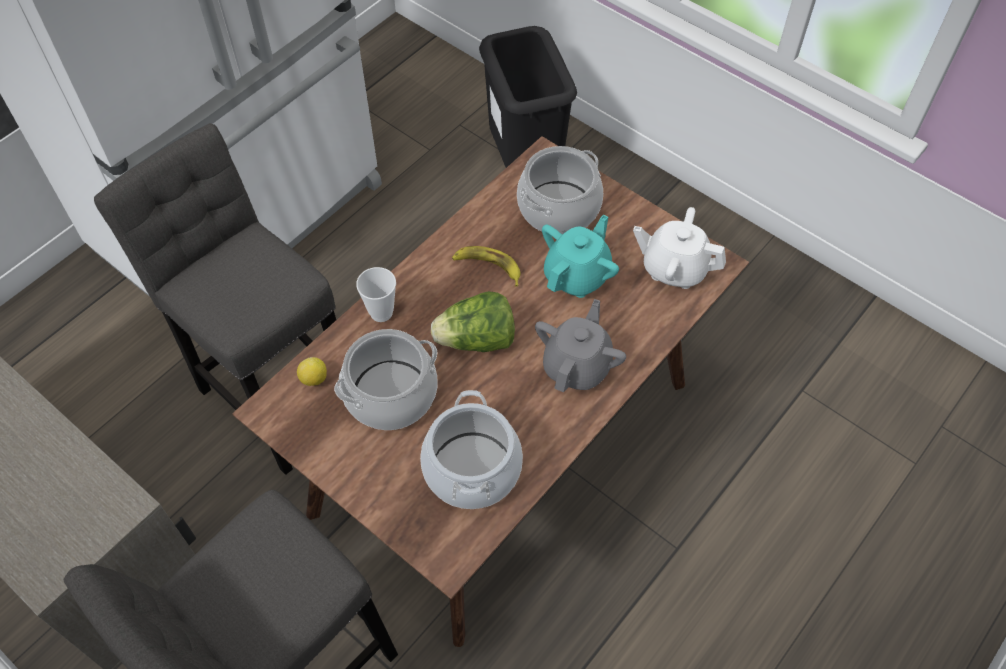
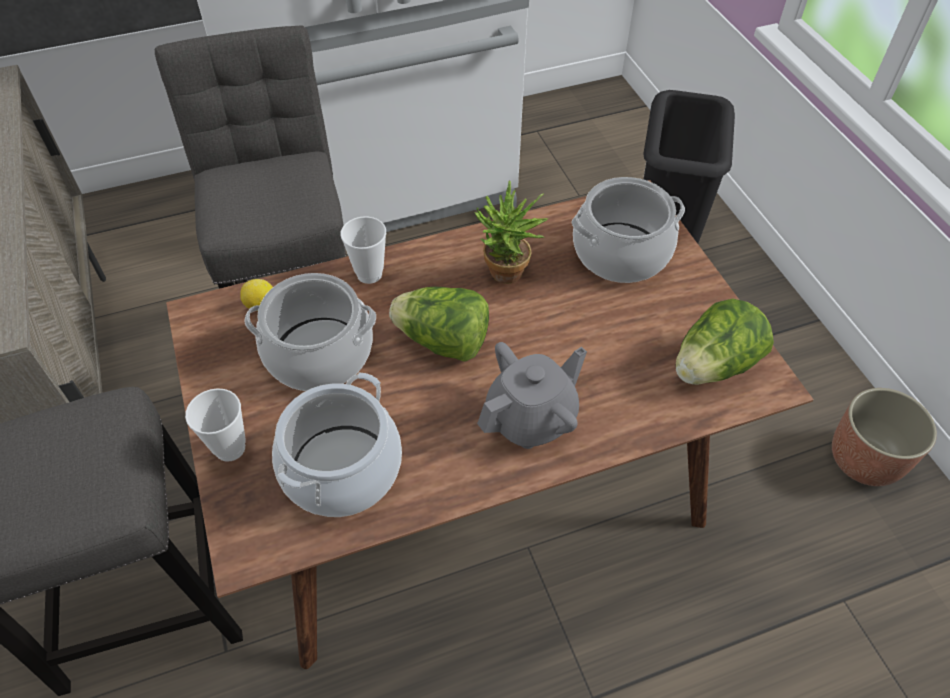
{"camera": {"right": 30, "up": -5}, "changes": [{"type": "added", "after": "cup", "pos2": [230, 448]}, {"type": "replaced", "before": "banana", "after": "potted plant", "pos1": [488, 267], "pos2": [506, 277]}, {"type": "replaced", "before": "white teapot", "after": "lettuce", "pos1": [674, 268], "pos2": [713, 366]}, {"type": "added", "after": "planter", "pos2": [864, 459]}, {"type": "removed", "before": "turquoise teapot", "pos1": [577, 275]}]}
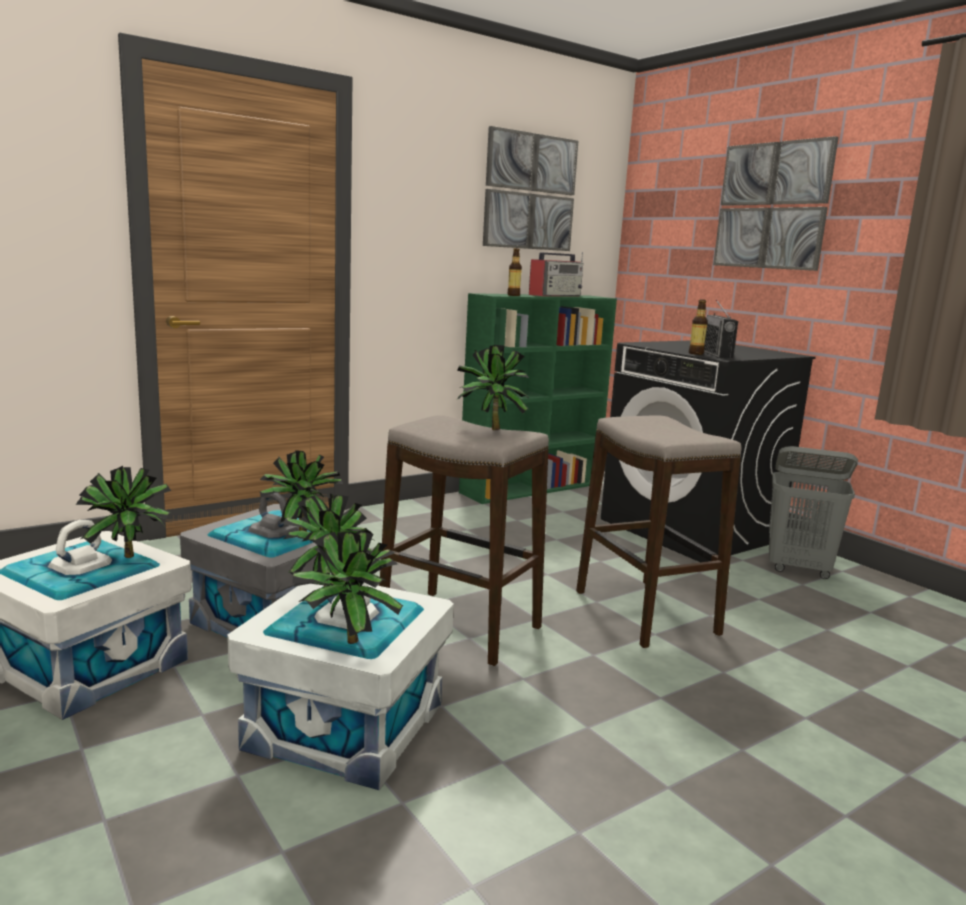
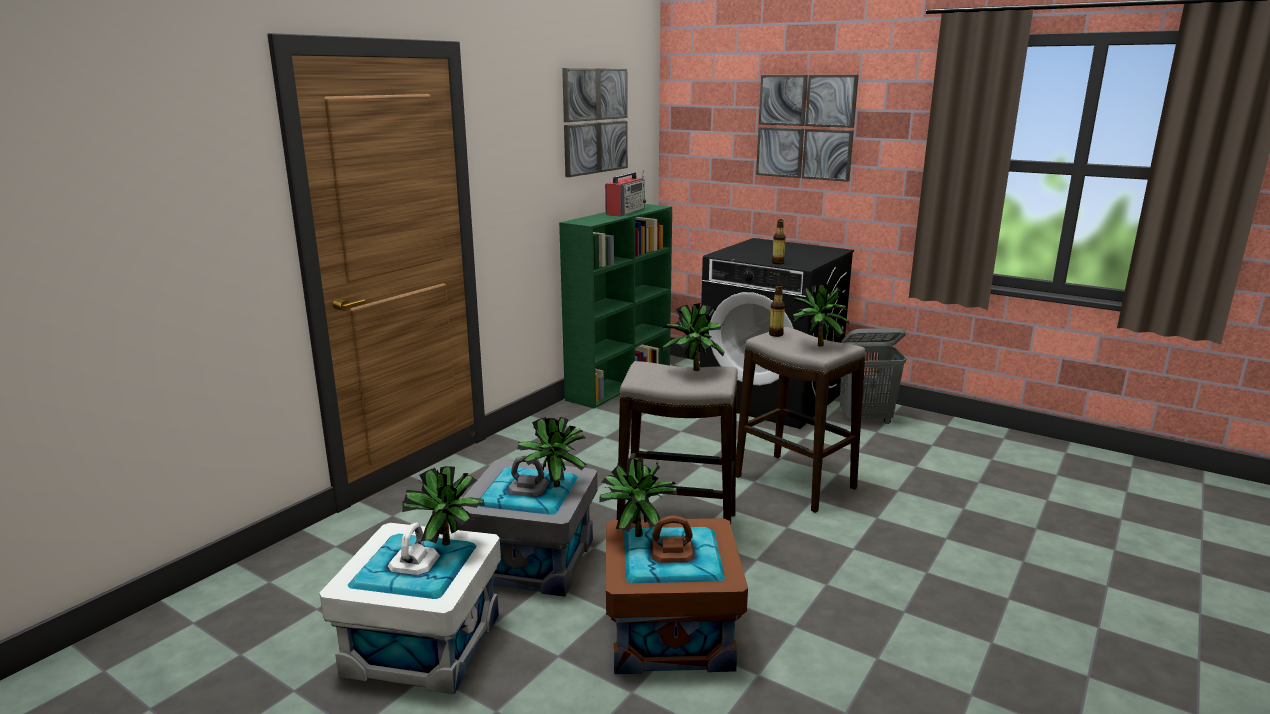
{"camera": {"right": -20, "up": 5}, "changes": [{"type": "recoloured", "before": "white storage box", "after": "brown storage box", "pos1": [346, 725], "pos2": [671, 632]}, {"type": "moved", "before": "bottle", "pos1": [513, 295], "pos2": [776, 334]}, {"type": "moved", "before": "potted plant", "pos1": [344, 641], "pos2": [816, 346]}, {"type": "removed", "before": "radio", "pos1": [717, 355]}]}
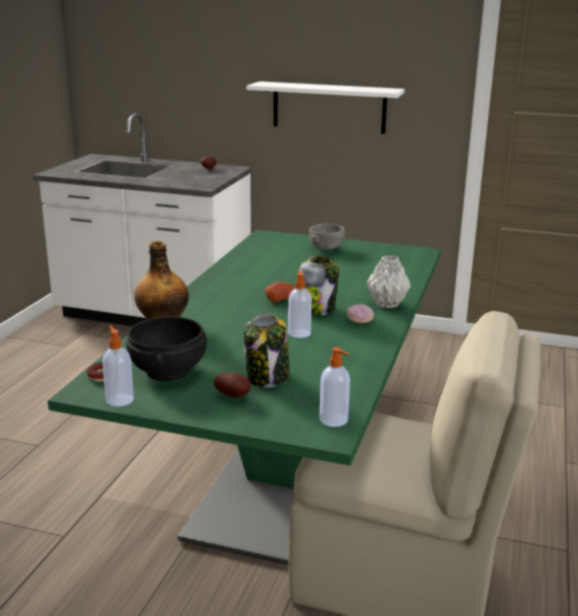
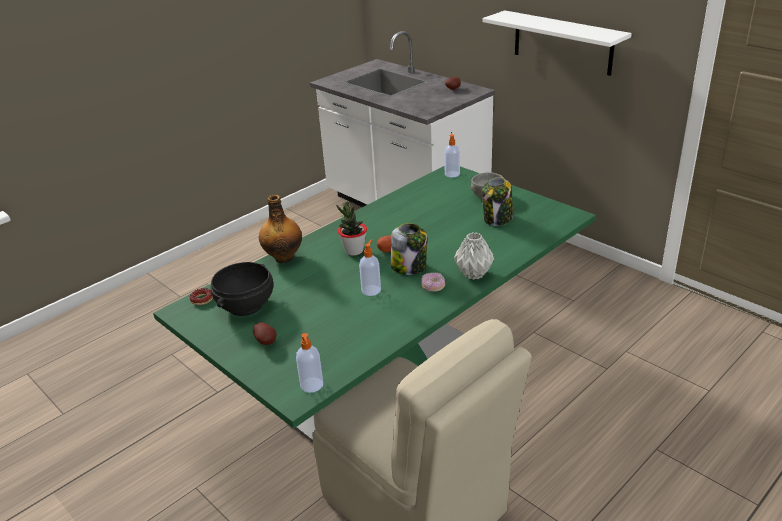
{"camera": {"right": 30, "up": 10}, "changes": [{"type": "added", "after": "potted plant", "pos2": [354, 251]}, {"type": "moved", "before": "soap dispenser", "pos1": [119, 399], "pos2": [452, 174]}, {"type": "moved", "before": "jar", "pos1": [267, 377], "pos2": [497, 219]}]}
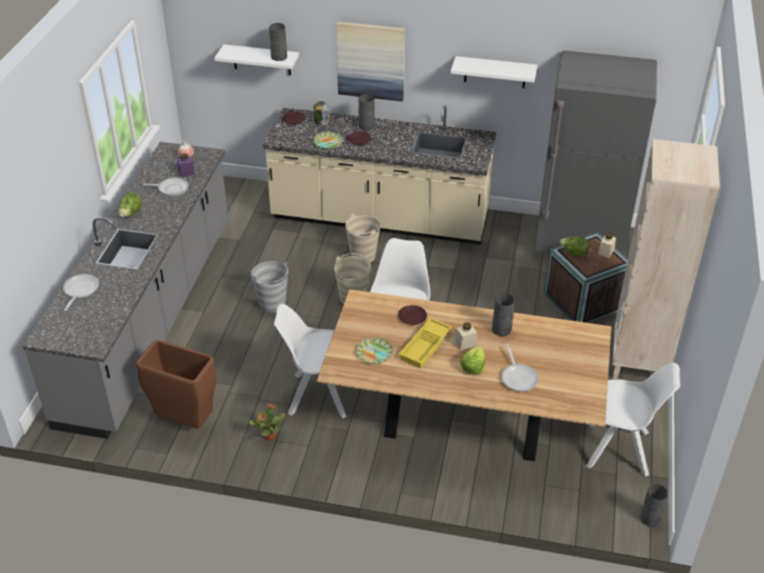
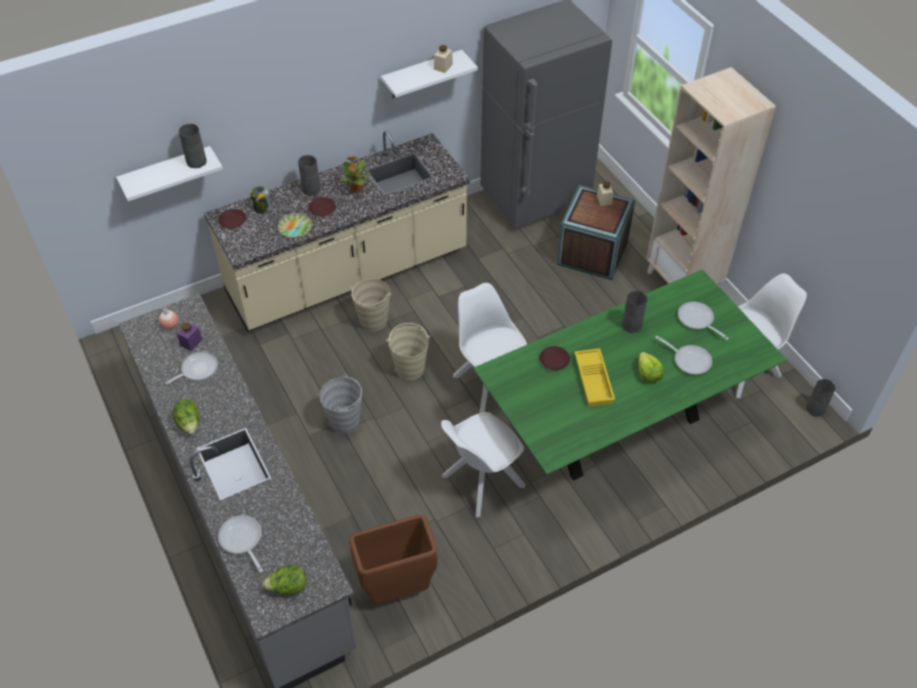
{"camera": {"right": -40, "up": 10}, "changes": [{"type": "moved", "before": "lettuce", "pos1": [573, 253], "pos2": [288, 587]}, {"type": "moved", "before": "potted plant", "pos1": [269, 436], "pos2": [356, 189]}, {"type": "moved", "before": "beige jar", "pos1": [465, 343], "pos2": [443, 66]}, {"type": "recoloured", "before": "brown dining table", "after": "green dining table", "pos1": [462, 424], "pos2": [617, 425]}, {"type": "added", "after": "frying pan", "pos2": [697, 320]}, {"type": "removed", "before": "picture", "pos1": [371, 61]}, {"type": "removed", "before": "plate", "pos1": [374, 353]}]}
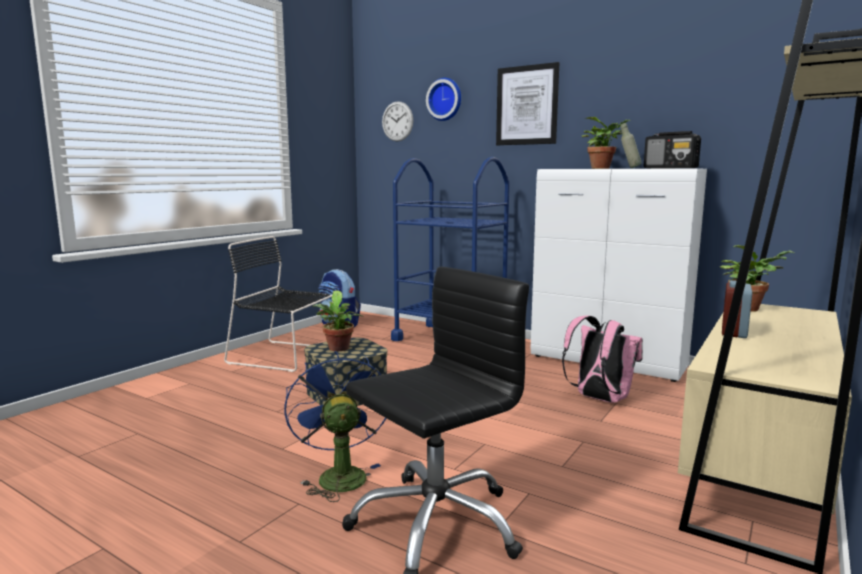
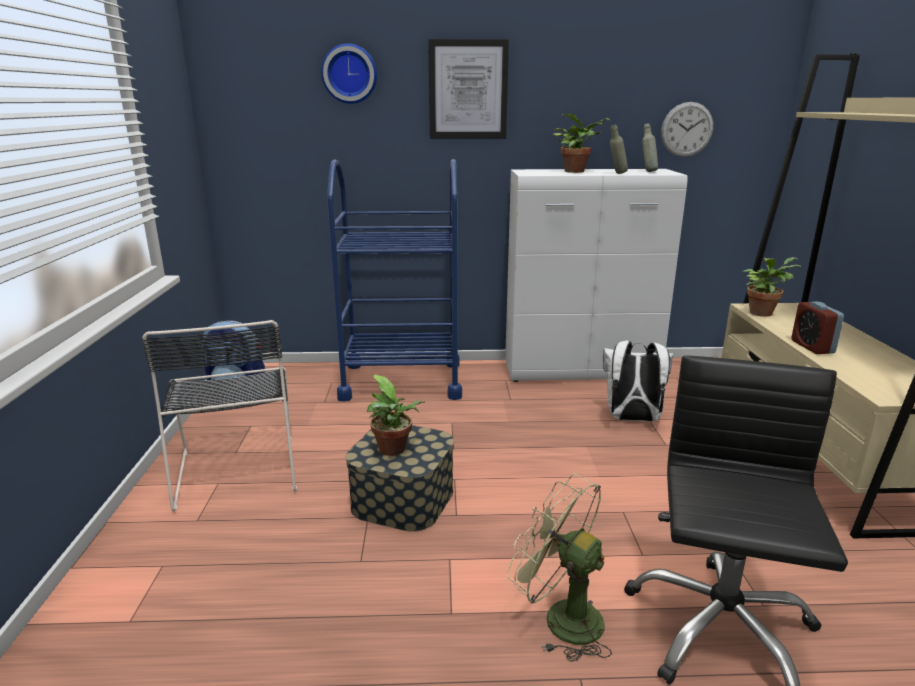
{"camera": {"right": -35, "up": 10}, "changes": [{"type": "turned", "before": "black chair", "pos1": [285, 356], "pos2": [237, 468], "turn": -90}, {"type": "recoloured", "before": "blue fan", "after": "green fan", "pos1": [339, 475], "pos2": [561, 617]}, {"type": "recoloured", "before": "pink backpack", "after": "white backpack", "pos1": [599, 399], "pos2": [632, 419]}, {"type": "replaced", "before": "radio", "after": "grey bottle", "pos1": [670, 168], "pos2": [647, 171]}, {"type": "moved", "before": "wall clock", "pos1": [397, 121], "pos2": [687, 129]}]}
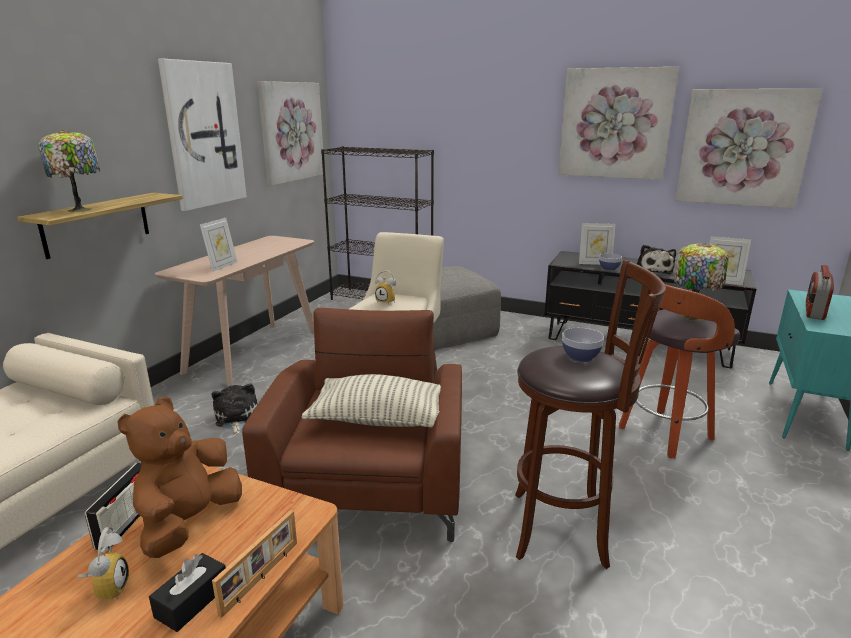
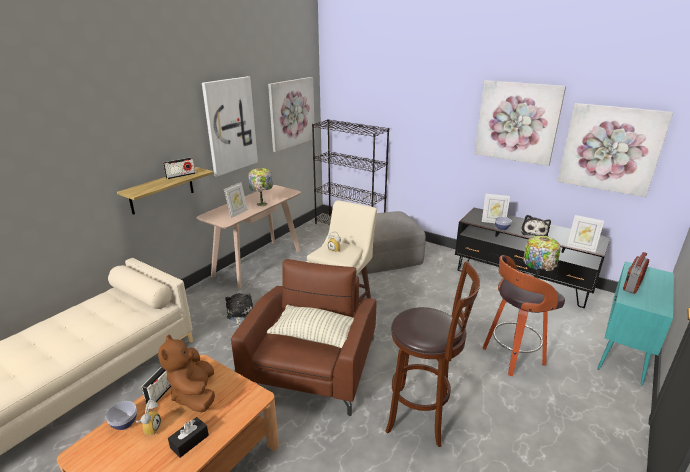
{"camera": {"right": 10, "up": 5}, "changes": [{"type": "moved", "before": "bowl", "pos1": [580, 357], "pos2": [124, 423]}, {"type": "turned", "before": "brown plush toy", "pos1": [189, 522], "pos2": [195, 394], "turn": -45}, {"type": "added", "after": "radio", "pos2": [180, 175]}, {"type": "moved", "before": "table lamp", "pos1": [81, 209], "pos2": [262, 204]}, {"type": "removed", "before": "picture frame", "pos1": [261, 577]}]}
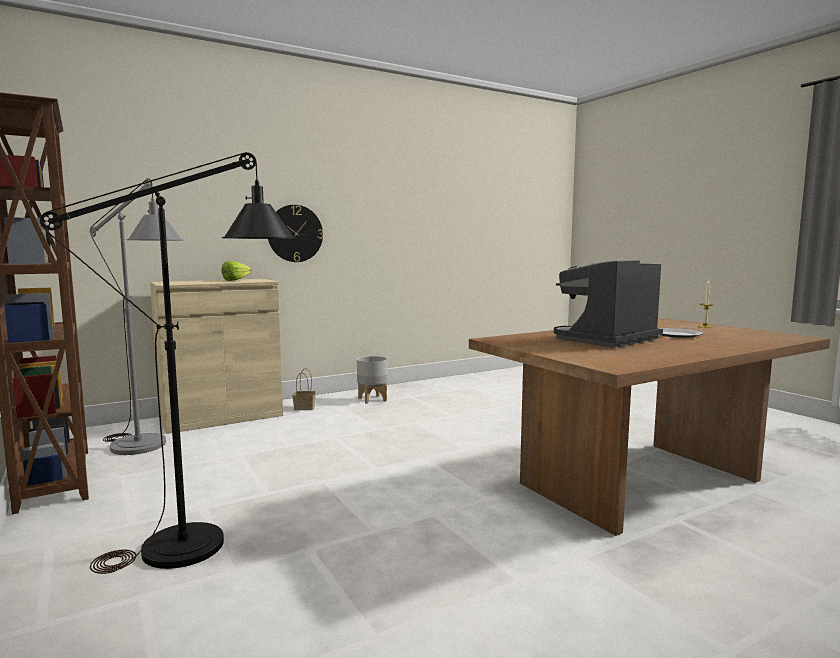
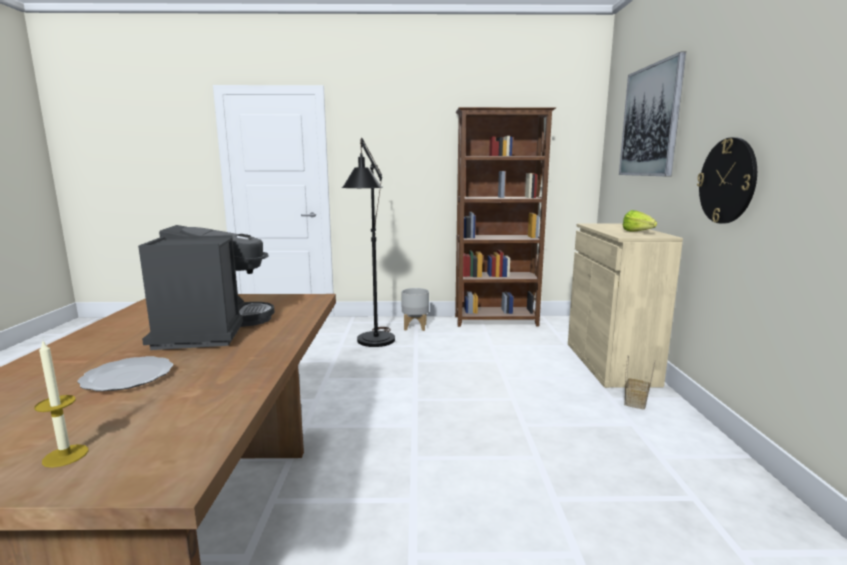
{"camera": {"right": 120, "up": 5}, "changes": [{"type": "moved", "before": "grey planter", "pos1": [372, 399], "pos2": [415, 327]}, {"type": "added", "after": "picture", "pos2": [650, 121]}, {"type": "removed", "before": "grey floor lamp", "pos1": [146, 449]}]}
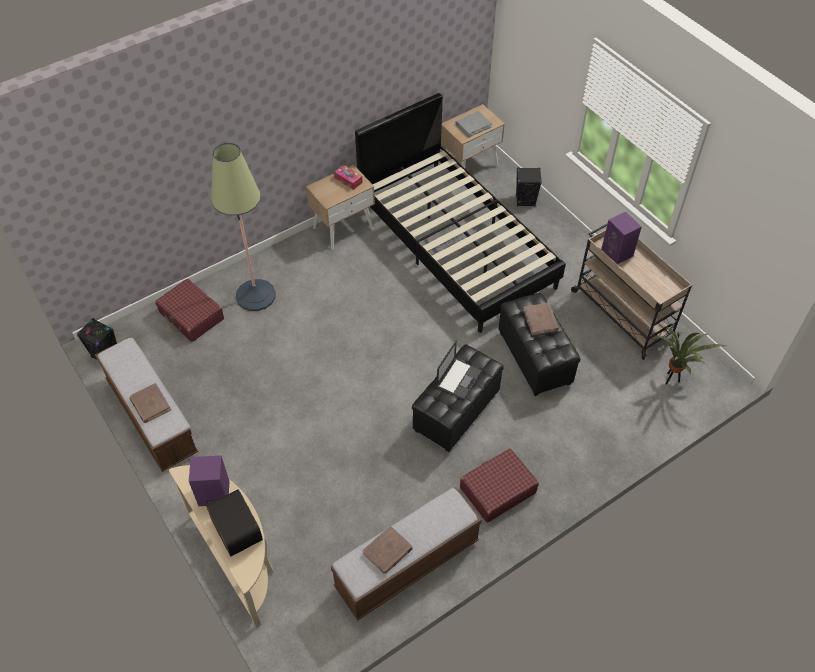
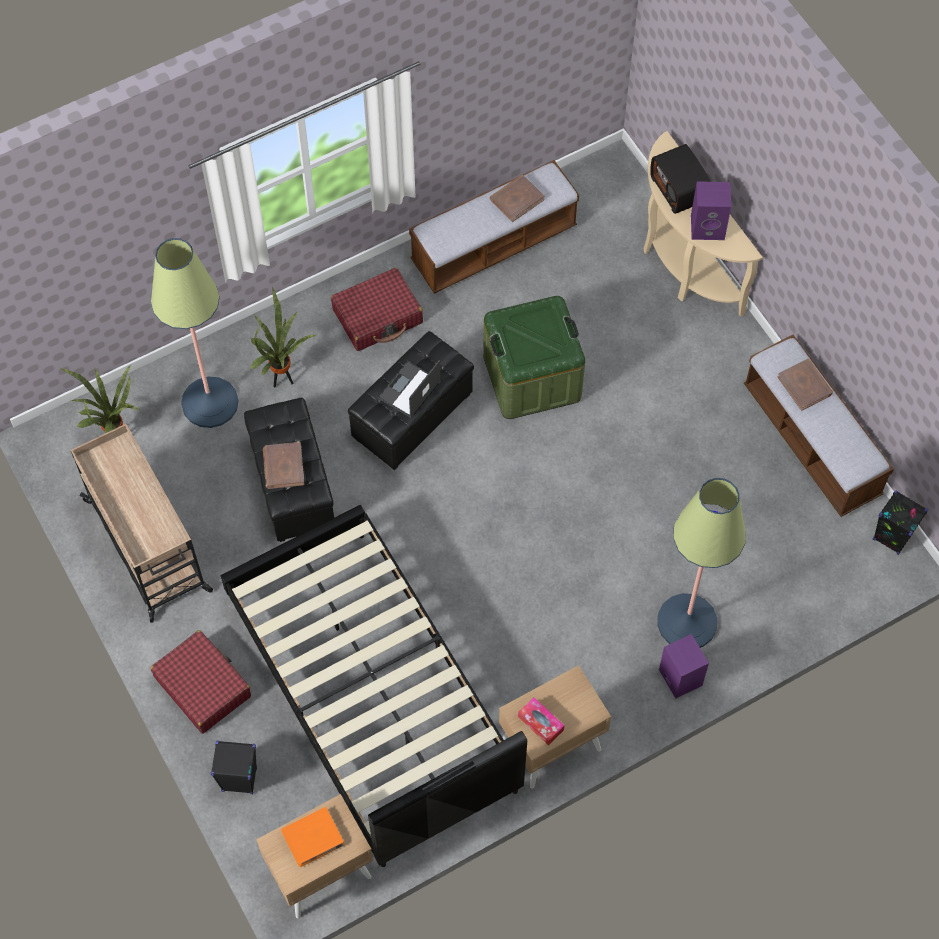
{"camera": {"right": -175, "up": 10}, "changes": [{"type": "added", "after": "floor lamp", "pos2": [210, 403]}, {"type": "moved", "before": "red suitcase", "pos1": [191, 316], "pos2": [203, 686]}, {"type": "added", "after": "potted plant", "pos2": [283, 379]}, {"type": "recoloured", "before": "grey book", "after": "orange book", "pos1": [473, 125], "pos2": [313, 838]}, {"type": "added", "after": "green storage box", "pos2": [532, 377]}, {"type": "moved", "before": "purple speaker", "pos1": [618, 253], "pos2": [679, 677]}]}
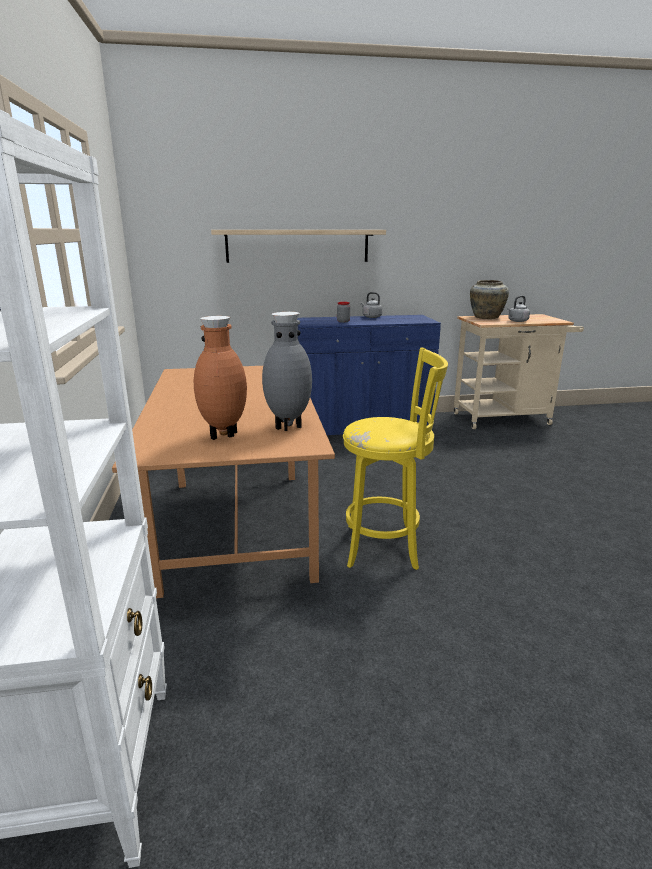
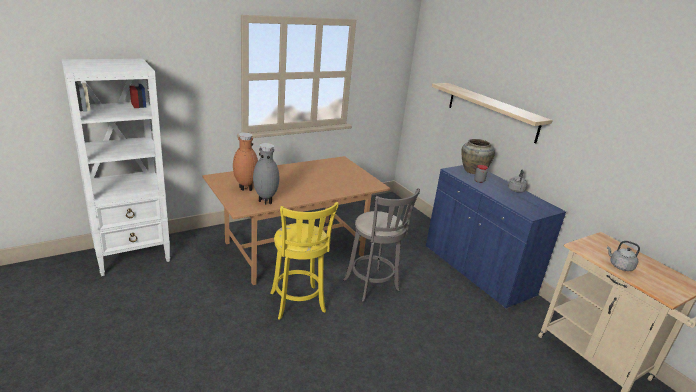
{"camera": {"right": 65, "up": 5}, "changes": [{"type": "added", "after": "grey stool", "pos2": [373, 287]}, {"type": "moved", "before": "beige vase", "pos1": [486, 317], "pos2": [473, 171]}]}
